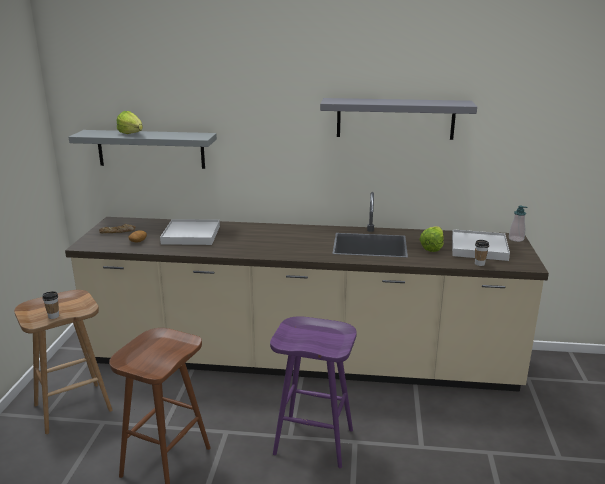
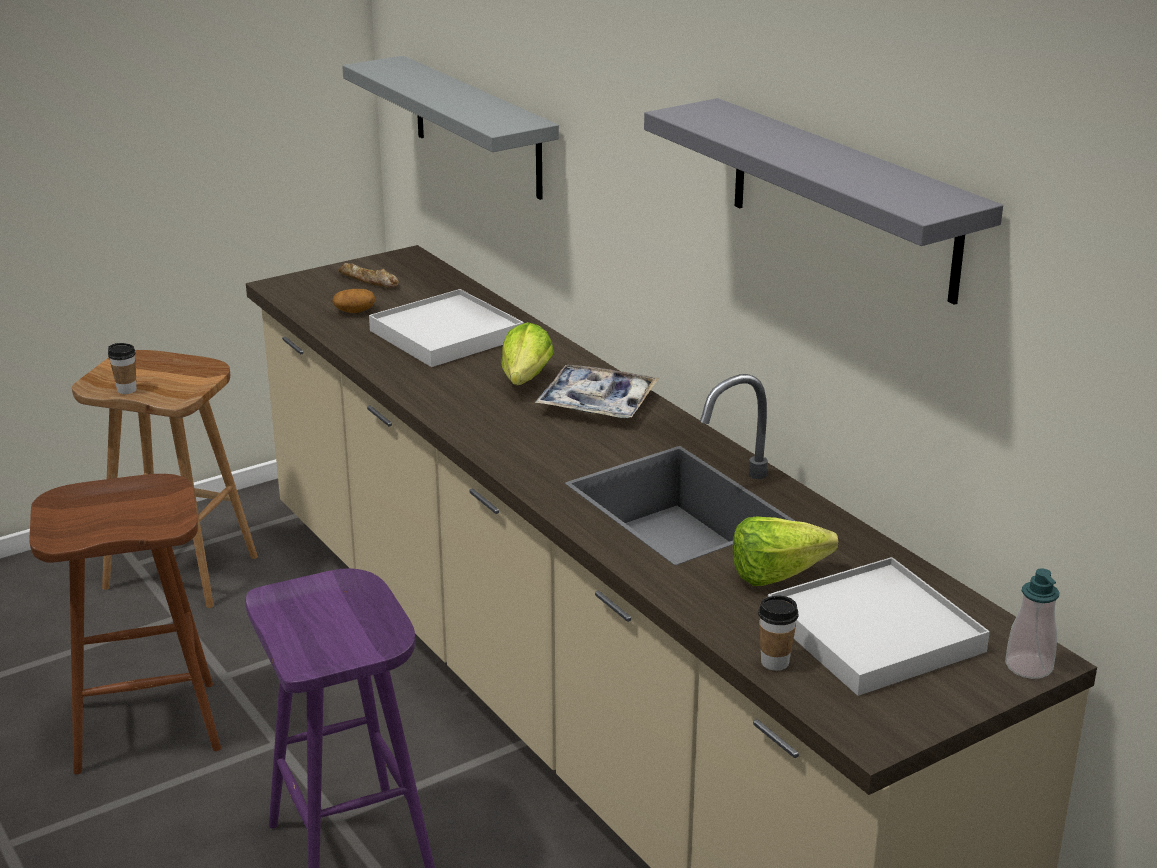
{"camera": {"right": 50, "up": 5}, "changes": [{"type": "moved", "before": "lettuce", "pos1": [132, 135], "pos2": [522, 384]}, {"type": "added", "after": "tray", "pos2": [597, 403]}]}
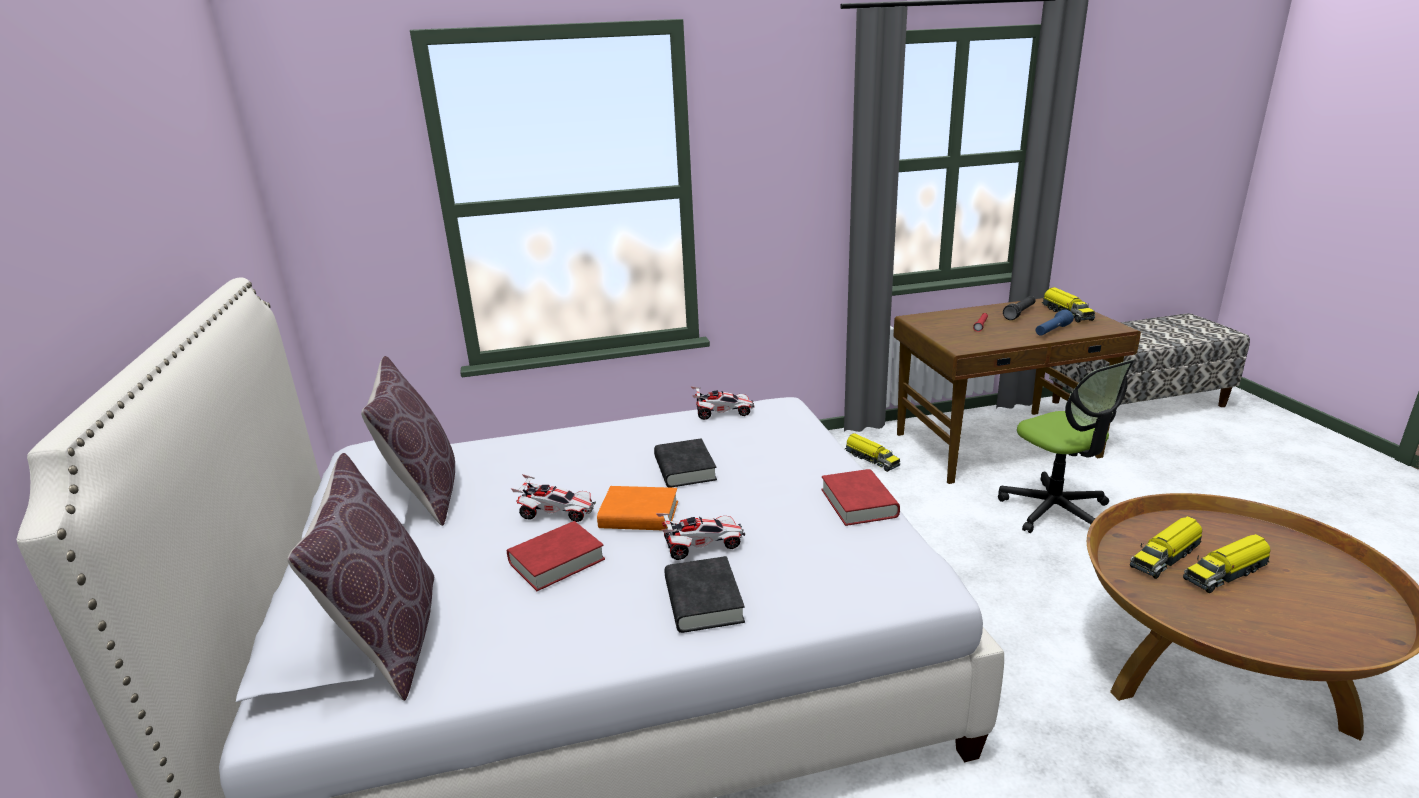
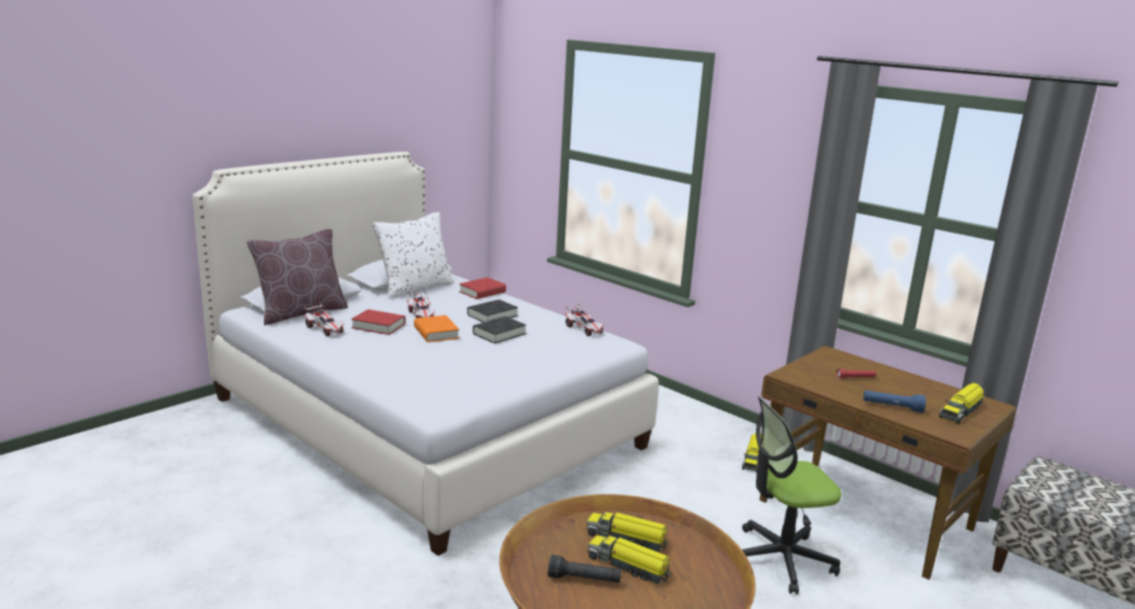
{"camera": {"right": 55, "up": -5}, "changes": [{"type": "moved", "before": "toy car", "pos1": [701, 545], "pos2": [325, 330]}, {"type": "recoloured", "before": "brown pillow", "after": "white pillow", "pos1": [424, 492], "pos2": [415, 288]}, {"type": "moved", "before": "red book", "pos1": [859, 503], "pos2": [482, 292]}, {"type": "moved", "before": "black book", "pos1": [703, 601], "pos2": [492, 315]}, {"type": "moved", "before": "black flashlight", "pos1": [1019, 313], "pos2": [584, 579]}, {"type": "turned", "before": "office chair", "pos1": [1055, 510], "pos2": [781, 559], "turn": 45}]}
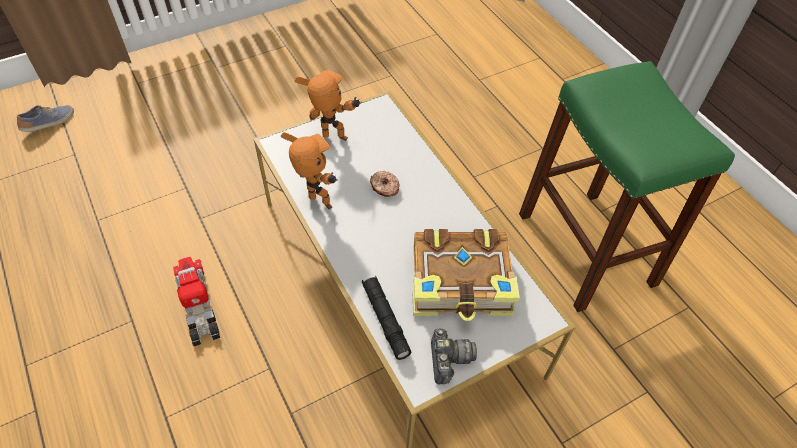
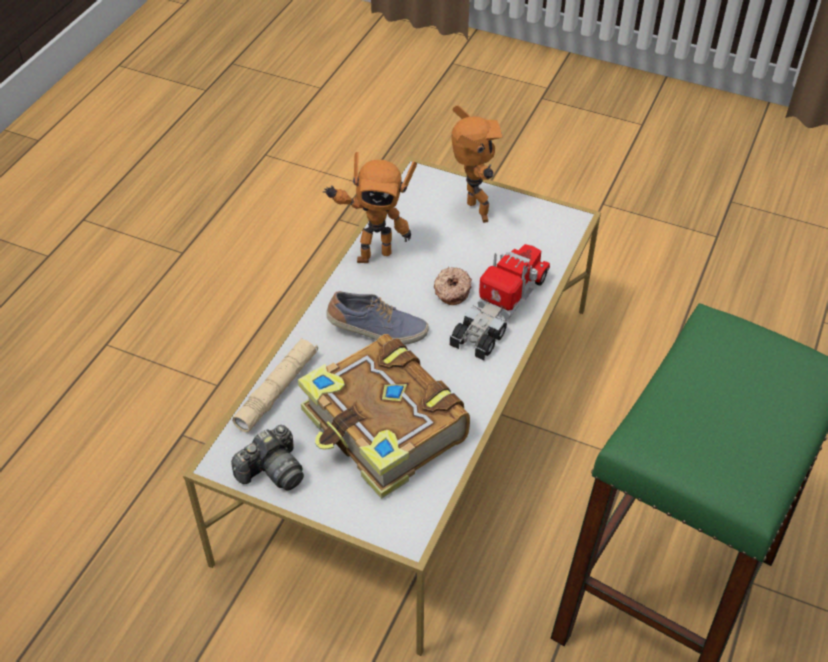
{"camera": {"right": 55, "up": -5}, "changes": [{"type": "recoloured", "before": "black flashlight", "after": "beige flashlight", "pos1": [385, 320], "pos2": [277, 390]}, {"type": "turned", "before": "toy robot", "pos1": [318, 205], "pos2": [372, 254], "turn": 75}, {"type": "moved", "before": "shoe", "pos1": [49, 123], "pos2": [377, 330]}, {"type": "moved", "before": "toy truck", "pos1": [198, 304], "pos2": [500, 310]}]}
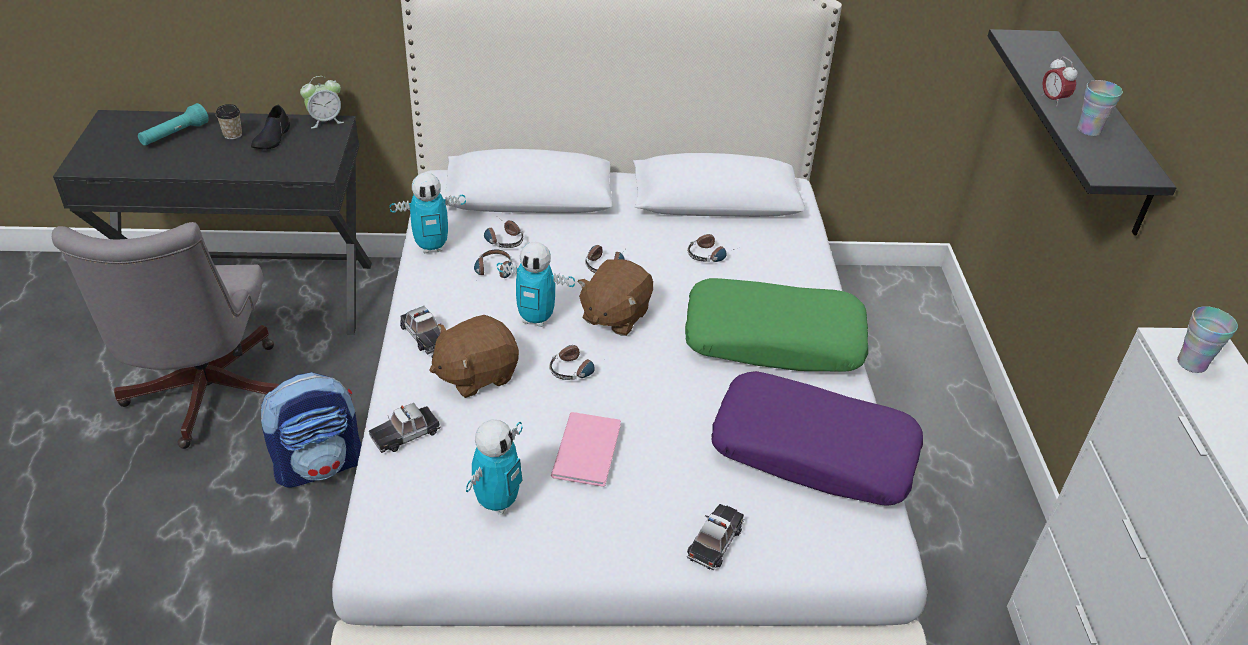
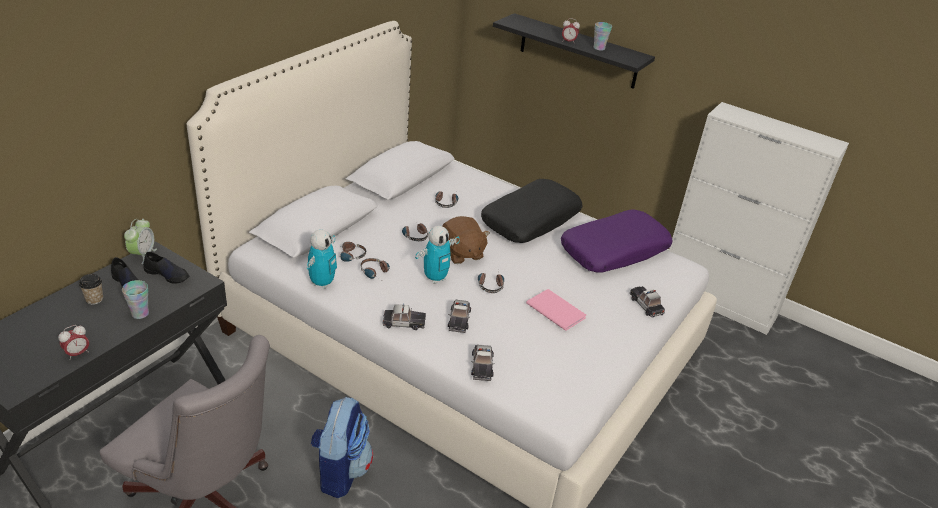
{"camera": {"right": -55, "up": -5}, "changes": [{"type": "added", "after": "alarm clock", "pos2": [77, 354]}, {"type": "moved", "before": "cup", "pos1": [1191, 363], "pos2": [140, 313]}, {"type": "added", "after": "black shoe", "pos2": [167, 274]}, {"type": "replaced", "before": "brown plush toy", "after": "toy car", "pos1": [476, 374], "pos2": [459, 319]}, {"type": "recoloured", "before": "green pillow", "after": "black pillow", "pos1": [774, 339], "pos2": [530, 220]}, {"type": "removed", "before": "turquoise flashlight", "pos1": [174, 135]}, {"type": "removed", "before": "toy robot", "pos1": [497, 502]}]}
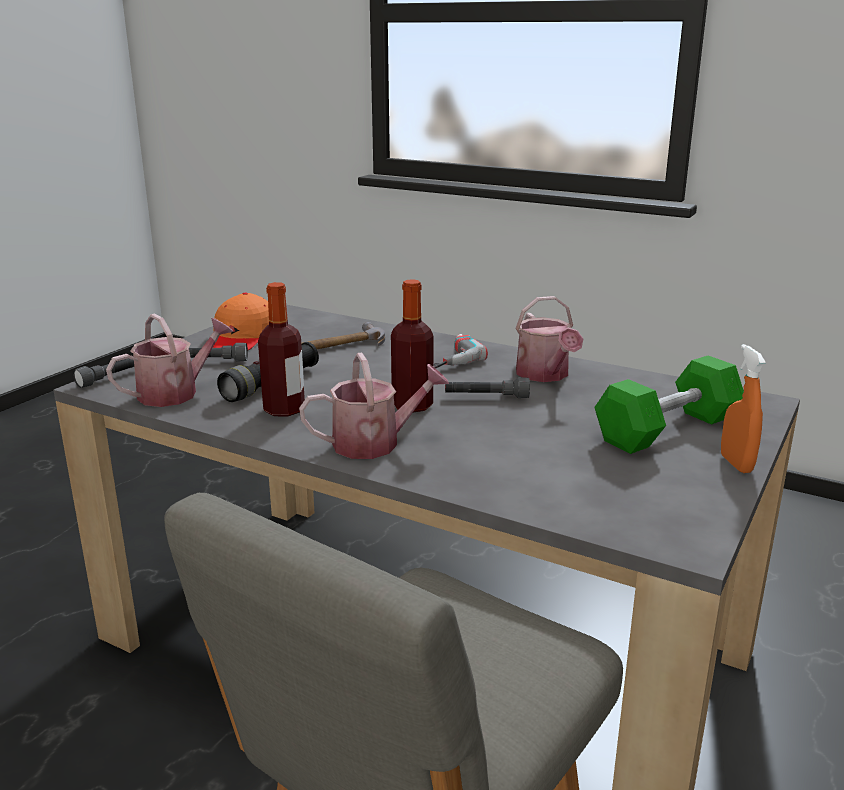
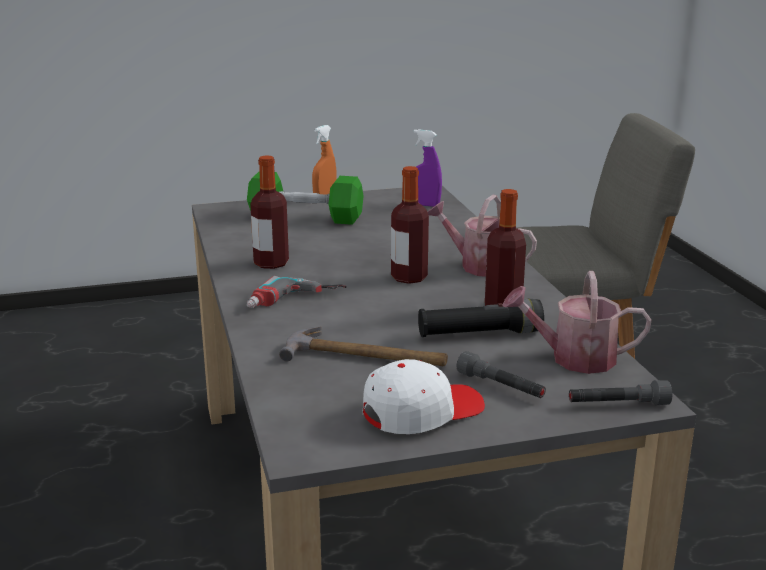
{"camera": {"right": -135, "up": 0}, "changes": [{"type": "replaced", "before": "watering can", "after": "bottle", "pos1": [545, 375], "pos2": [271, 263]}, {"type": "recoloured", "before": "orange cap", "after": "white cap", "pos1": [241, 338], "pos2": [421, 411]}, {"type": "added", "after": "purple spray bottle", "pos2": [424, 205]}, {"type": "removed", "before": "grey flashlight", "pos1": [486, 397]}]}
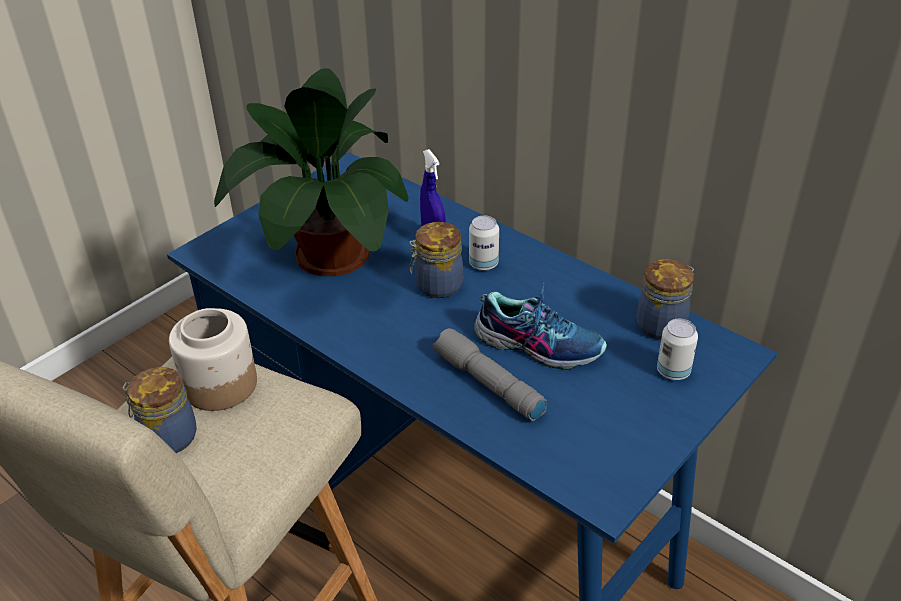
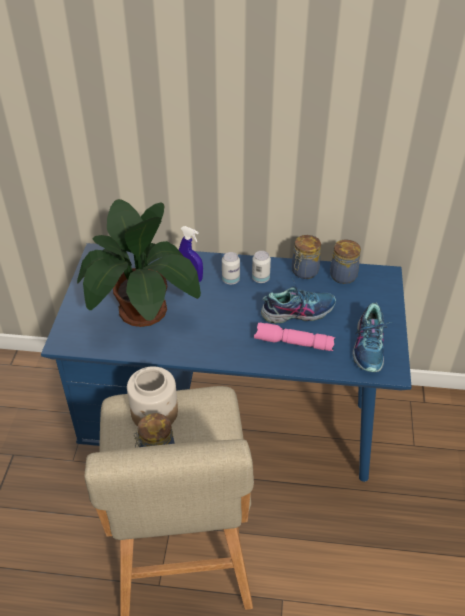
{"camera": {"right": -35, "up": 5}, "changes": [{"type": "moved", "before": "can", "pos1": [673, 371], "pos2": [260, 279]}, {"type": "recoloured", "before": "grey flashlight", "after": "pink flashlight", "pos1": [487, 384], "pos2": [293, 343]}, {"type": "moved", "before": "jar", "pos1": [437, 286], "pos2": [304, 272]}, {"type": "added", "after": "shoe", "pos2": [369, 346]}]}
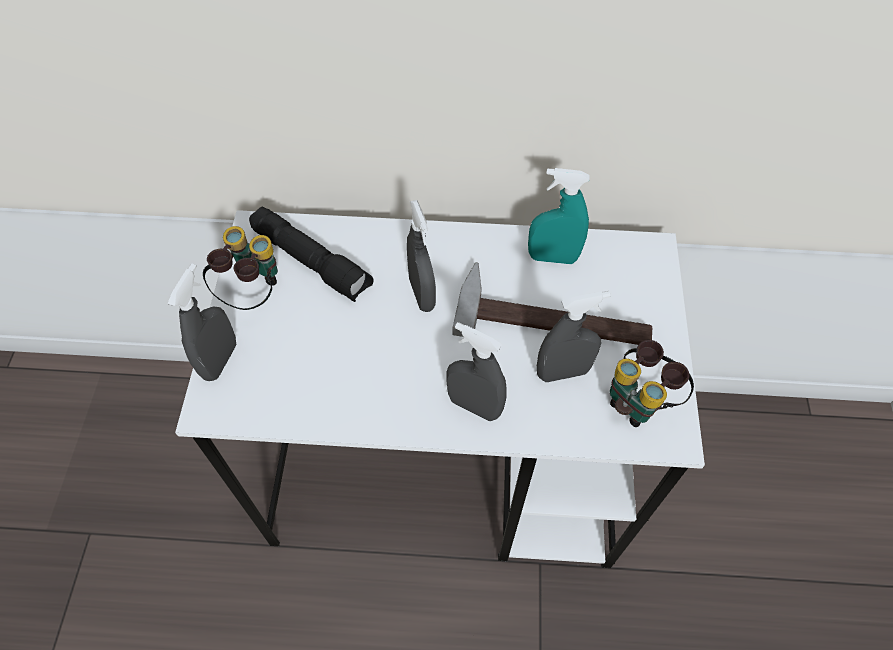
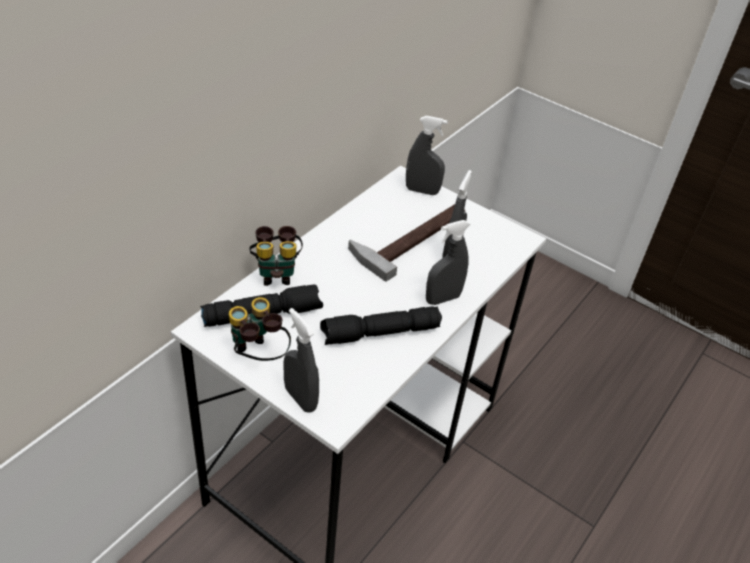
{"camera": {"right": -60, "up": -15}, "changes": [{"type": "moved", "before": "binoculars", "pos1": [639, 401], "pos2": [276, 273]}, {"type": "added", "after": "black flashlight", "pos2": [379, 334]}, {"type": "moved", "before": "grey spray bottle", "pos1": [422, 294], "pos2": [422, 191]}, {"type": "removed", "before": "turquoise spray bottle", "pos1": [552, 257]}]}
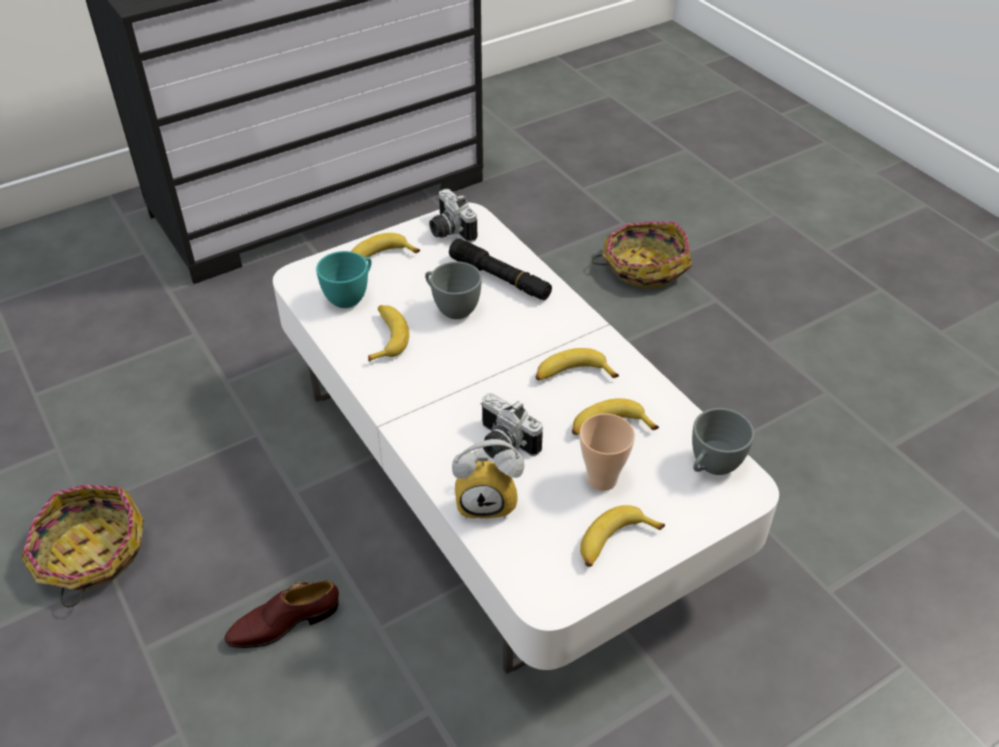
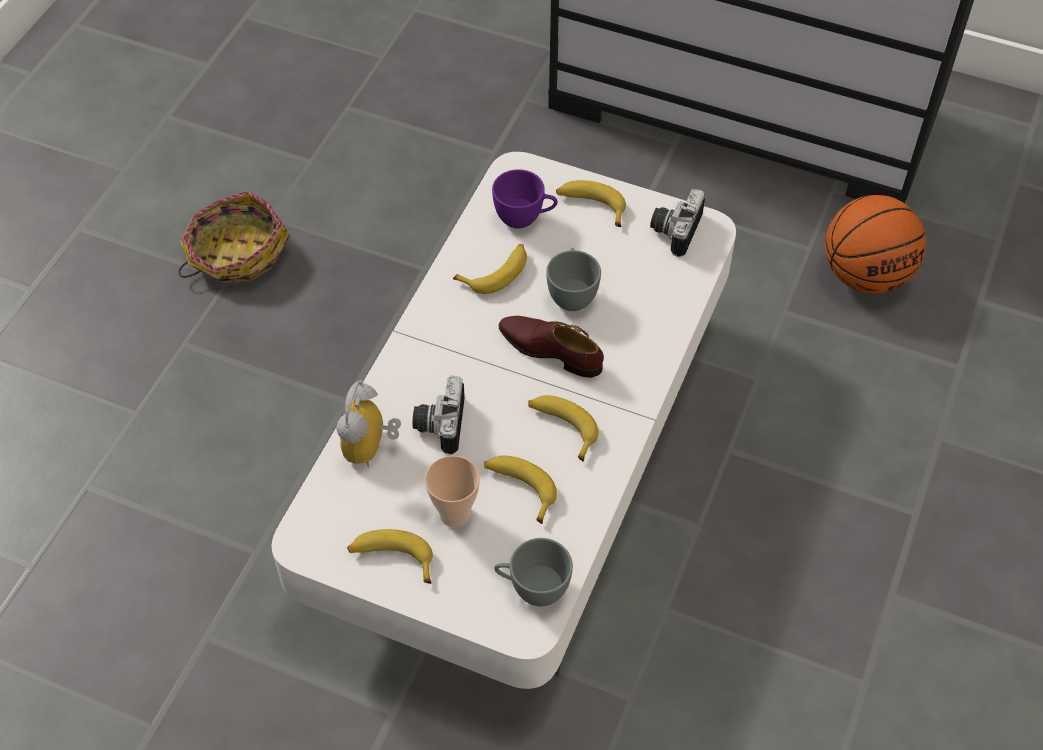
{"camera": {"right": 55, "up": 10}, "changes": [{"type": "turned", "before": "alarm clock", "pos1": [488, 500], "pos2": [372, 448], "turn": 45}, {"type": "recoloured", "before": "turquoise cup", "after": "purple cup", "pos1": [350, 296], "pos2": [524, 218]}, {"type": "moved", "before": "brown shoe", "pos1": [284, 623], "pos2": [550, 350]}, {"type": "added", "after": "basketball", "pos2": [865, 275]}, {"type": "removed", "before": "black flashlight", "pos1": [500, 278]}, {"type": "removed", "before": "basket", "pos1": [643, 266]}]}
